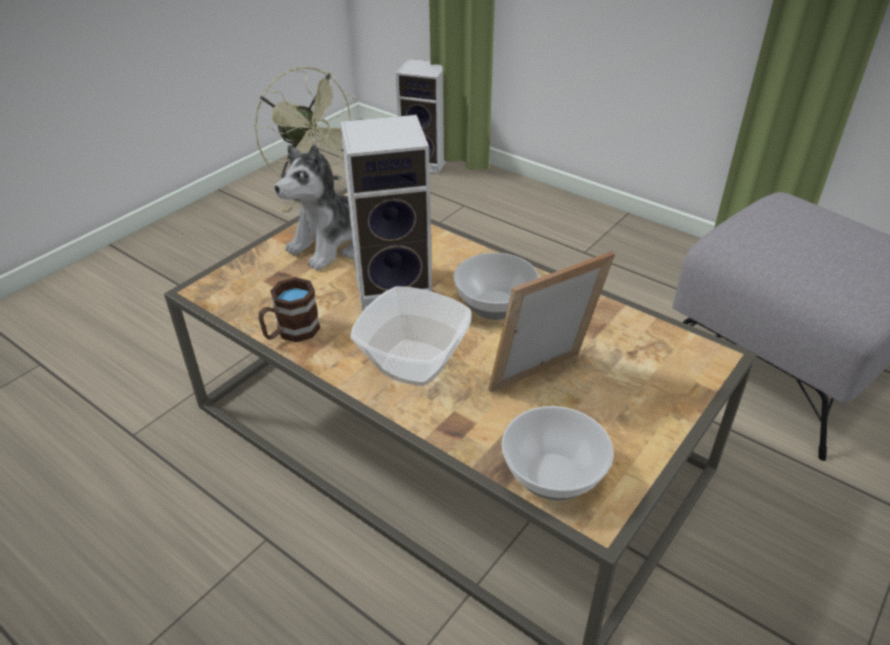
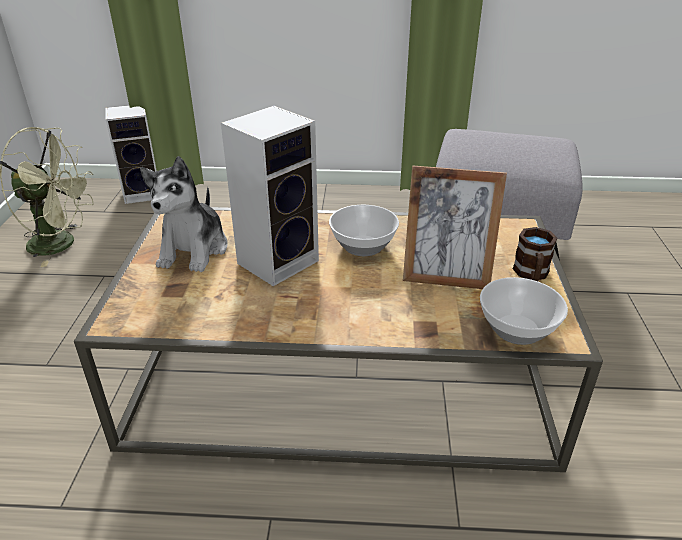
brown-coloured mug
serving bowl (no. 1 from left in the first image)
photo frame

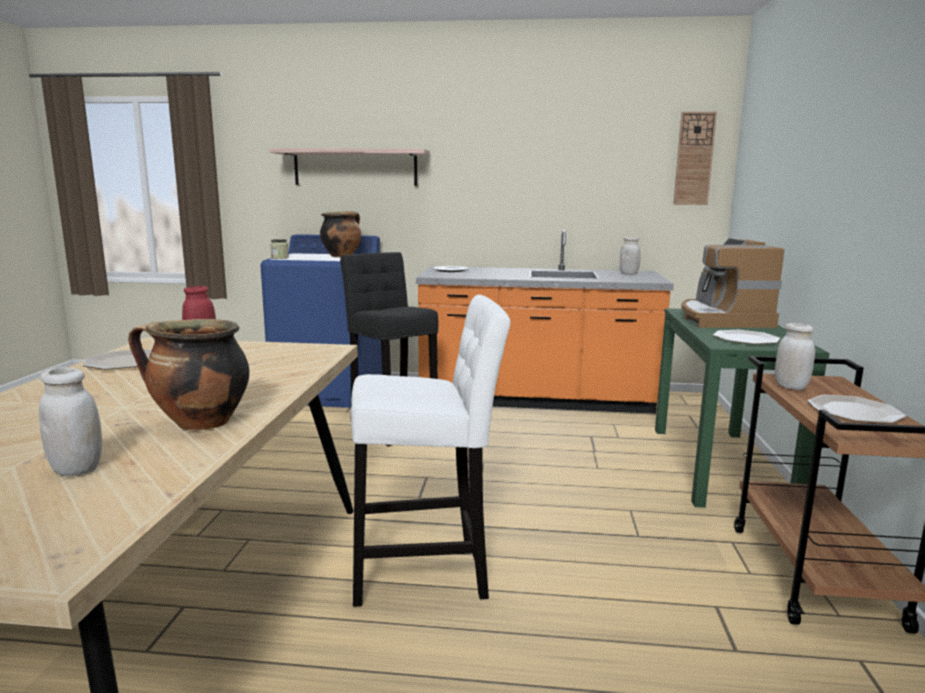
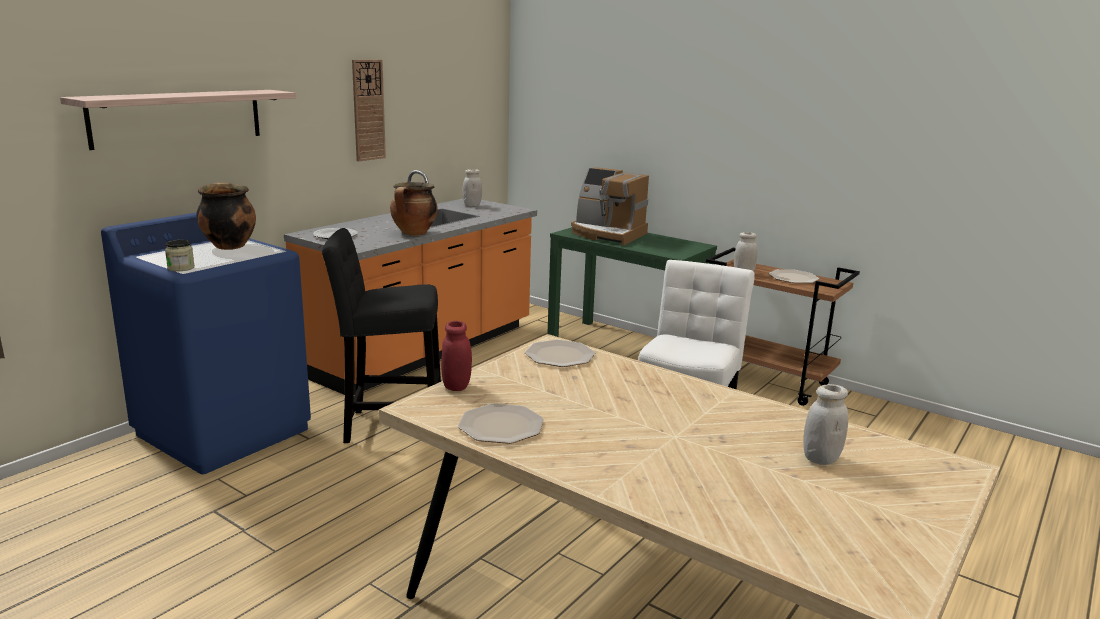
stockpot (no. 2 from left)
hanging clock
plate (no. 3 from left)

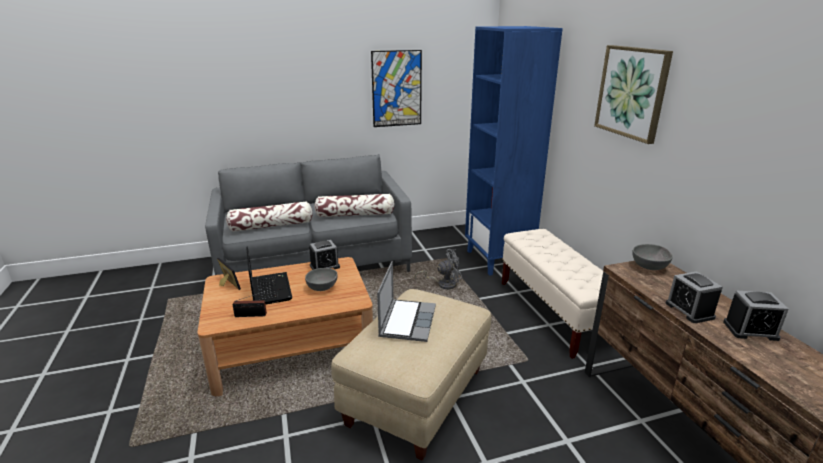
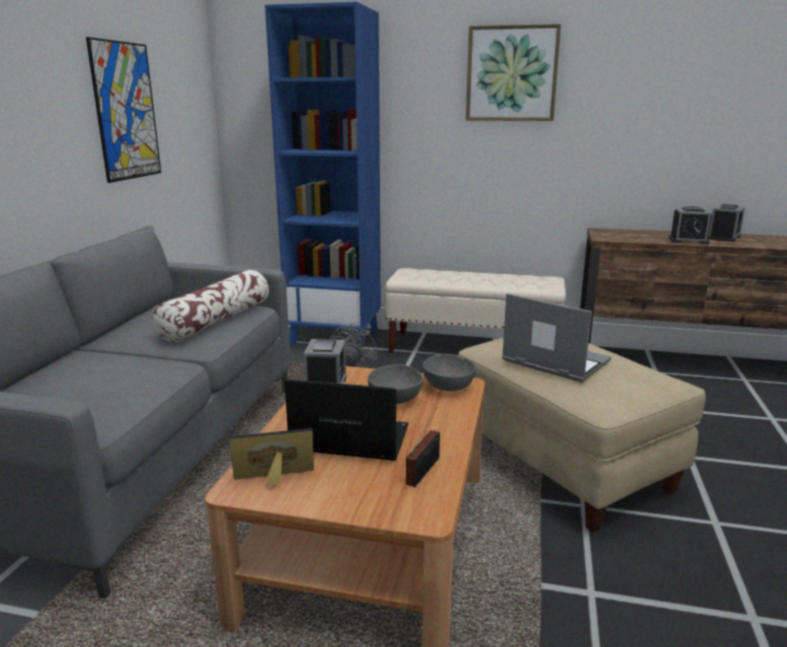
cushion (no. 1 from left in the first image)
greyish serving bowl (no. 2 from left)

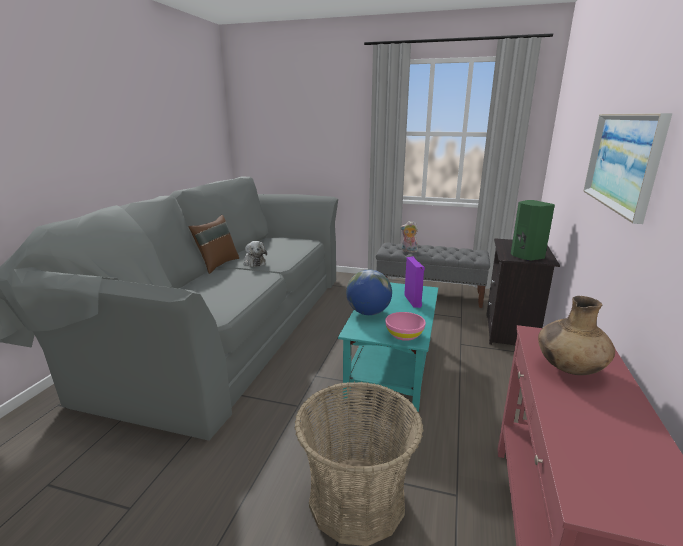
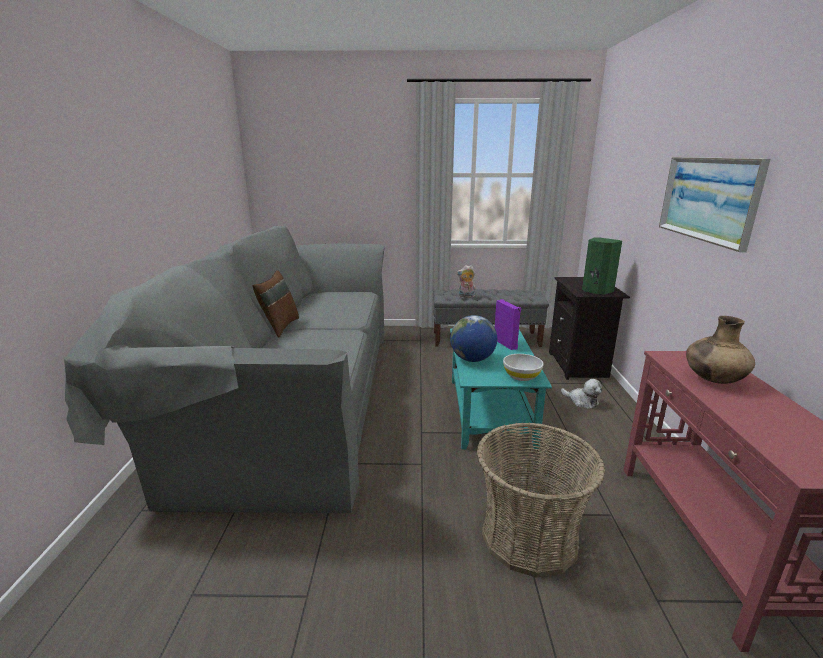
soft toy (no. 2 from left)
white-coloured serving bowl

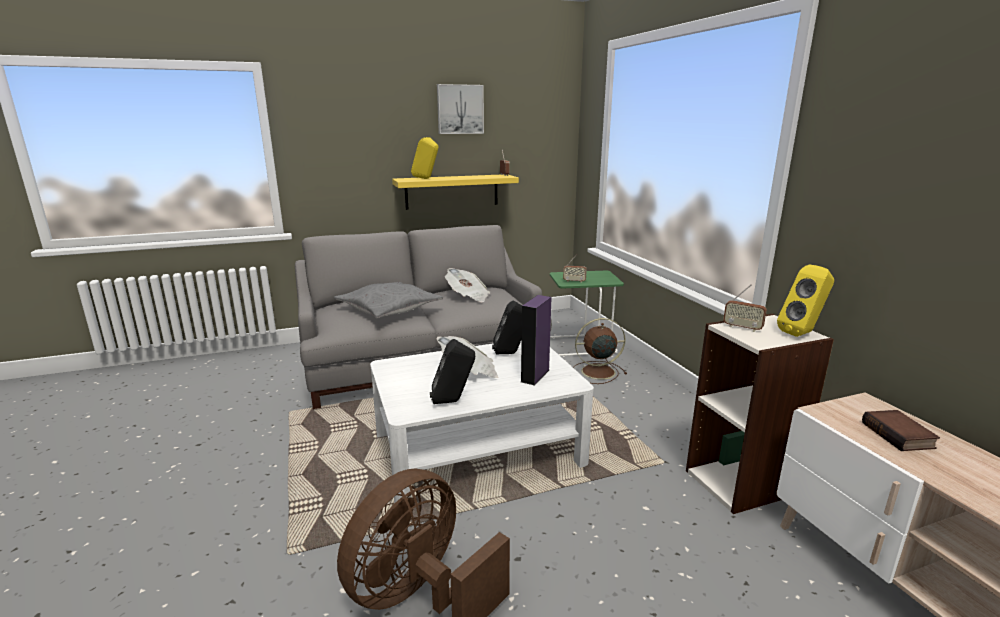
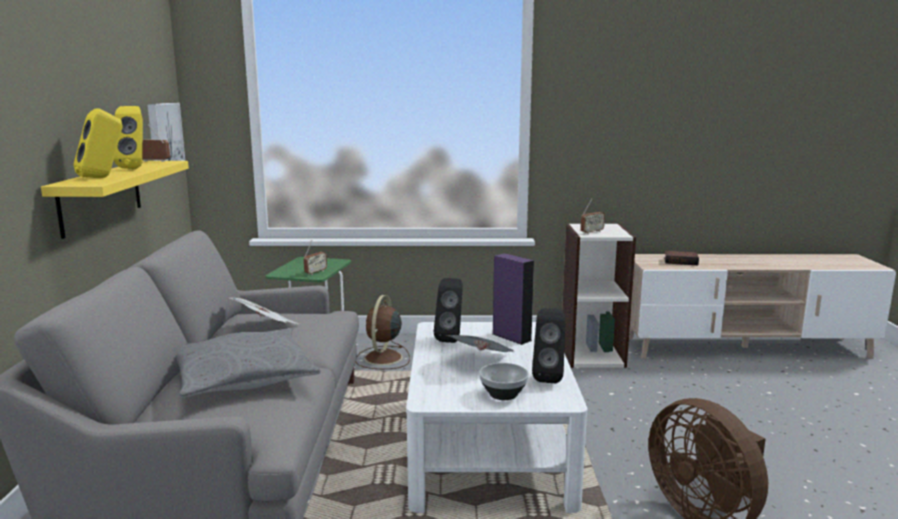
picture
yellow-coloured audio speaker (no. 2 from left)
serving bowl

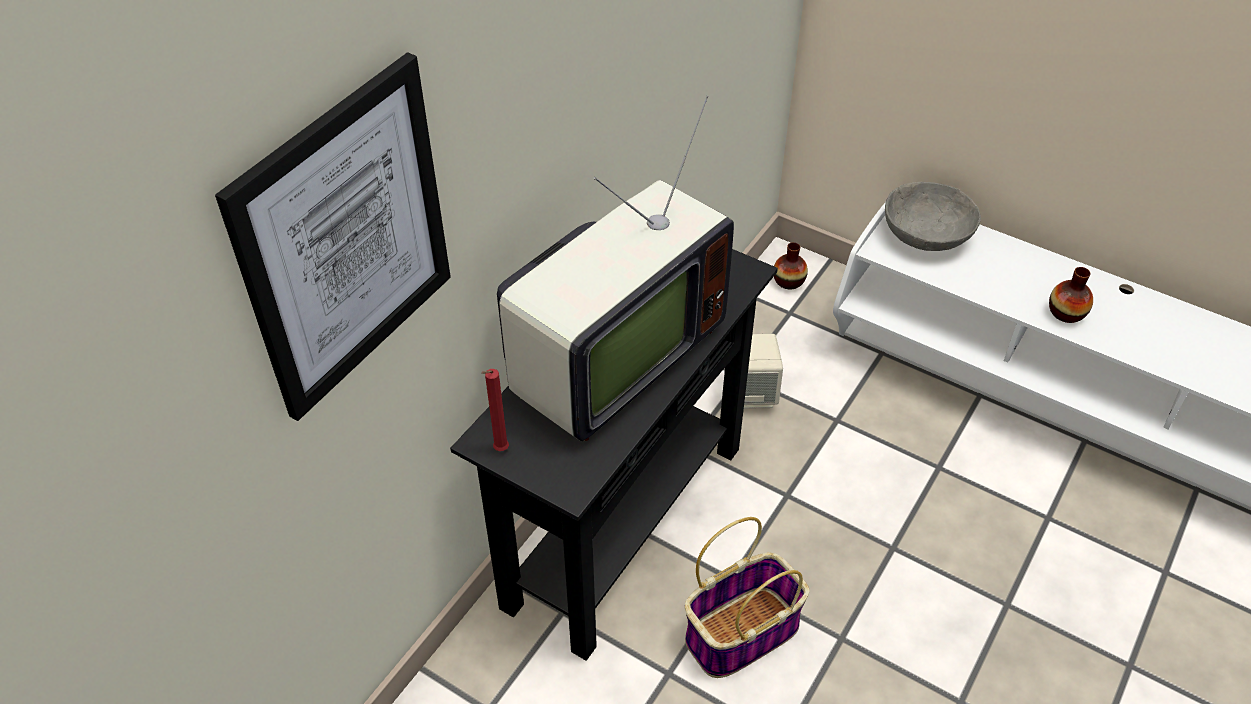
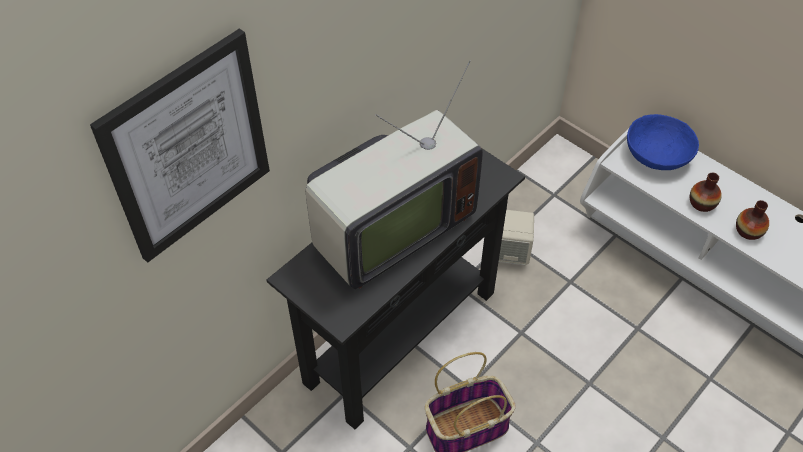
red wax light
vase (no. 1 from left)
bluish serving bowl

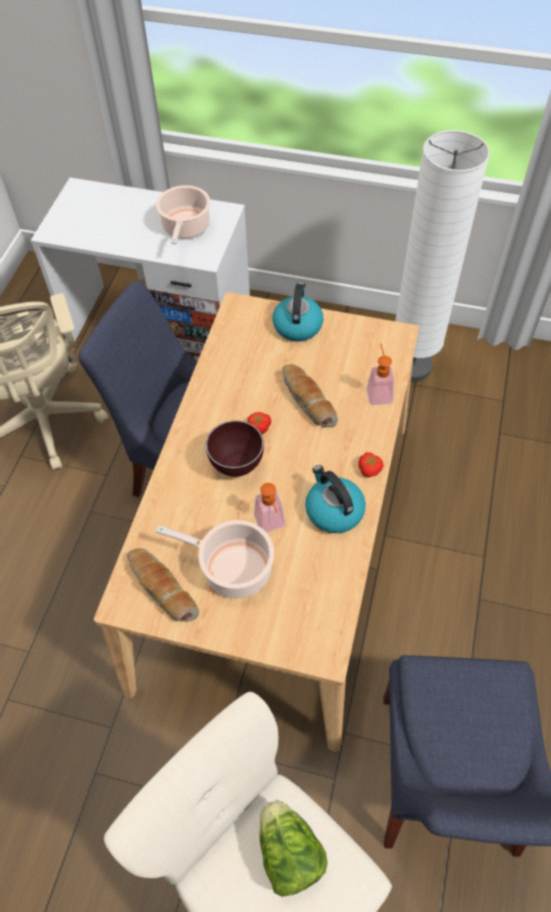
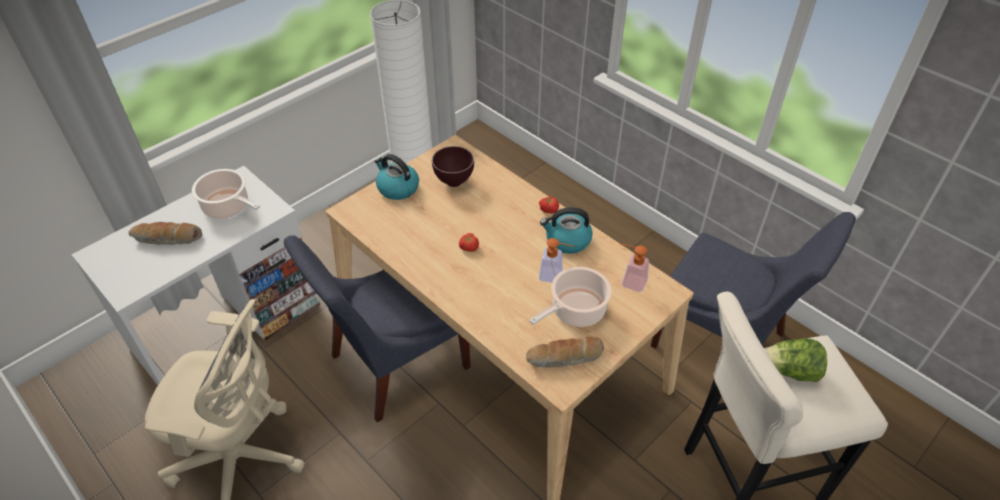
brown-coloured serving bowl
baked bread (no. 1 from left)
soap bottle (no. 2 from left)

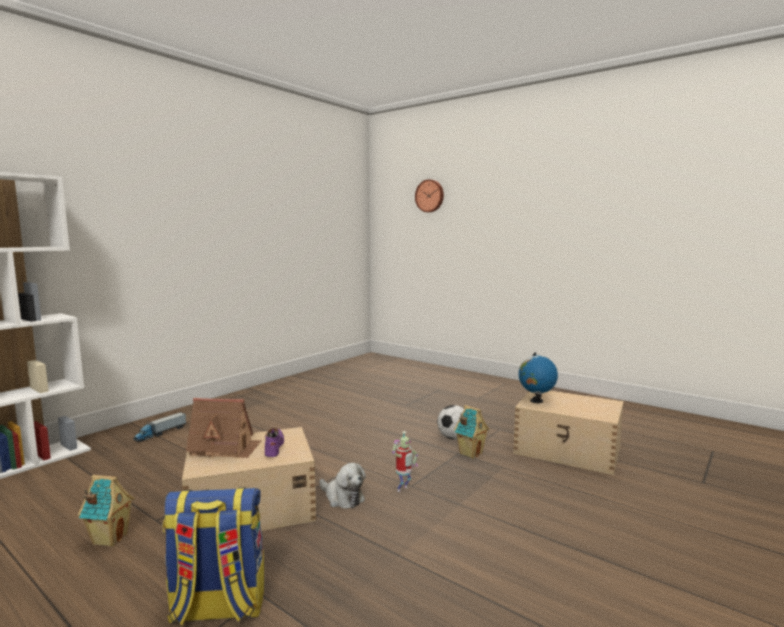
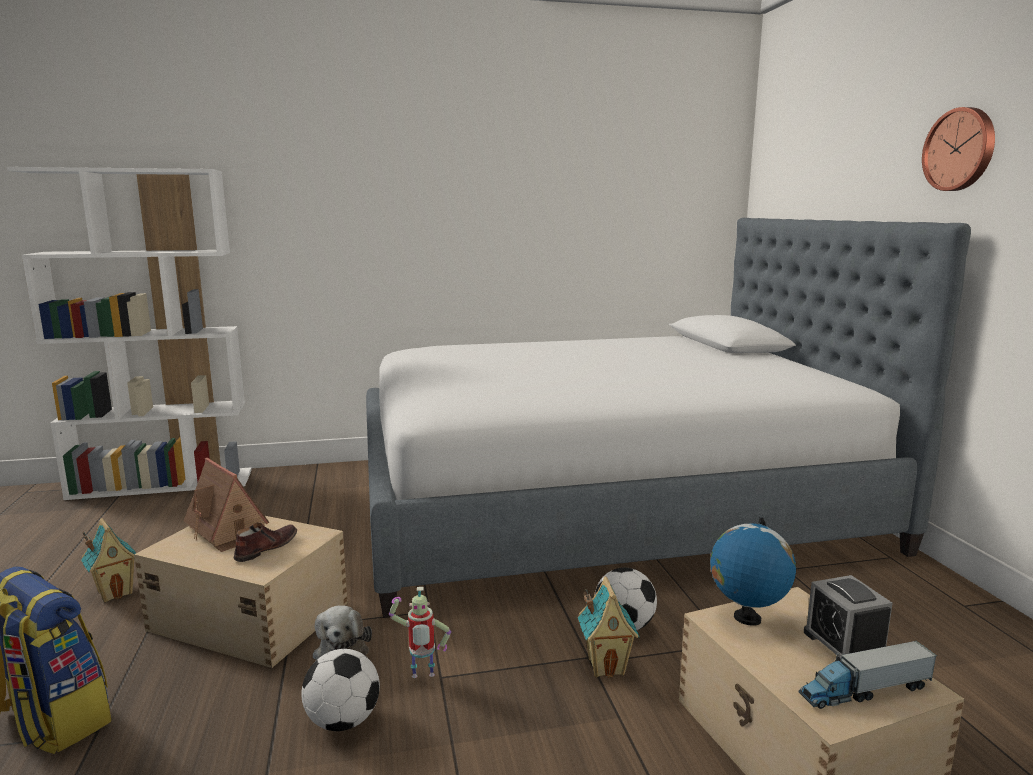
toy truck
brown-coloured item of footwear
hanging clock
football (no. 1 from left)
bedroom bed
bedside clock

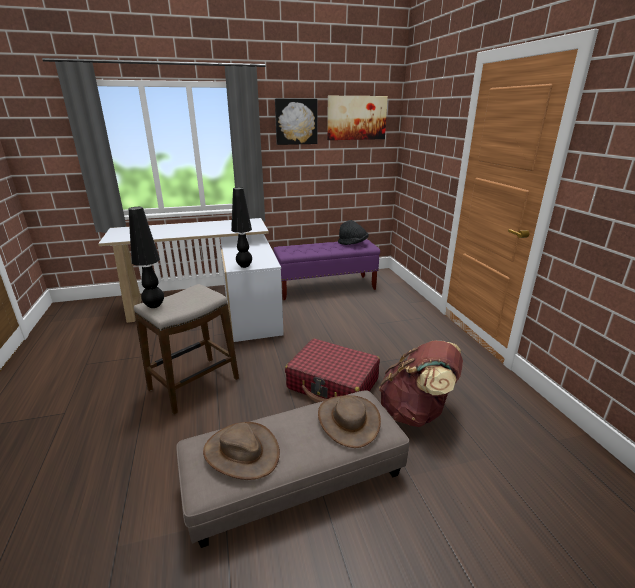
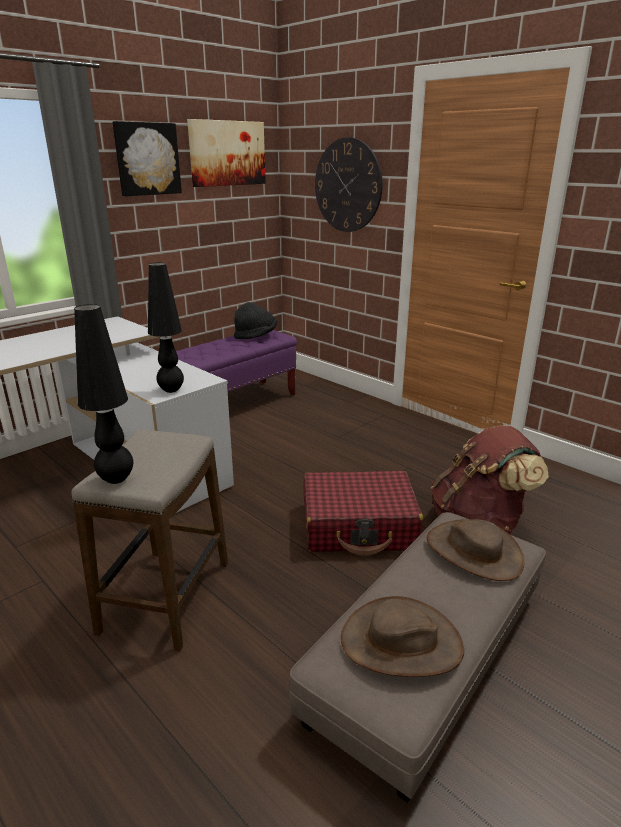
hanging clock

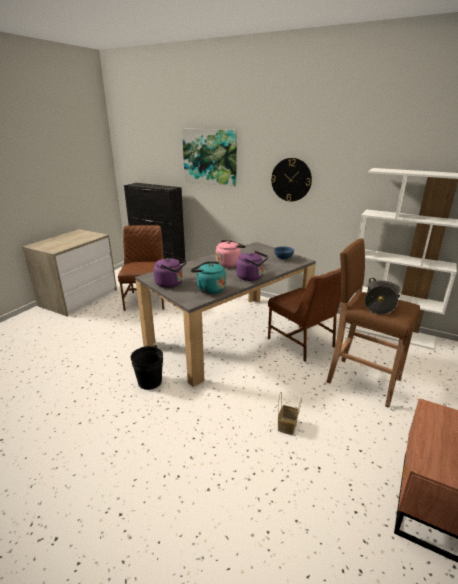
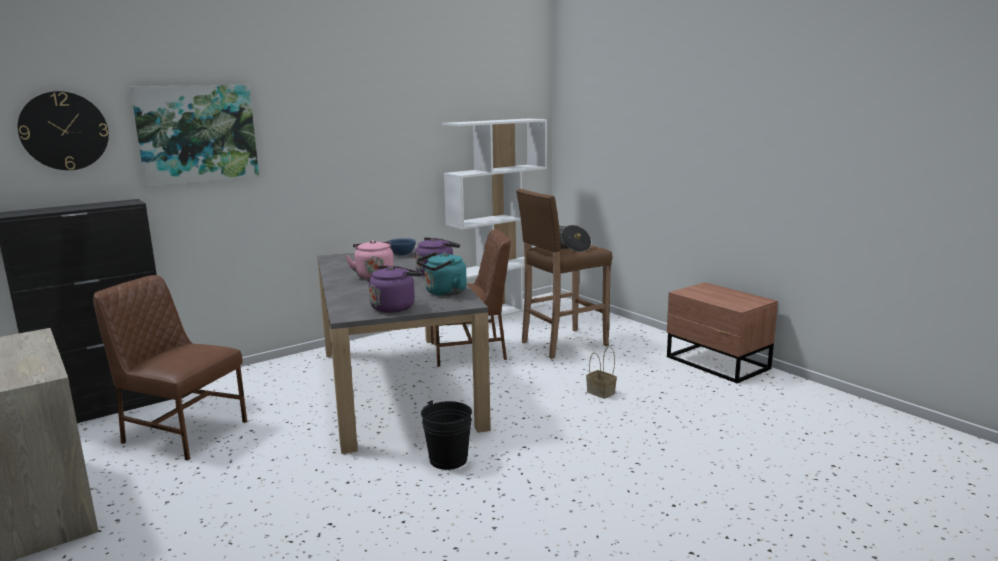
hanging clock

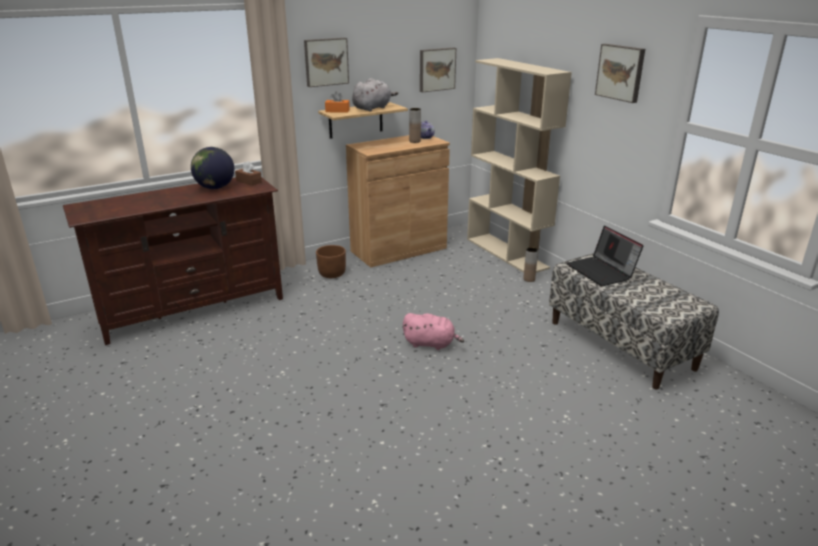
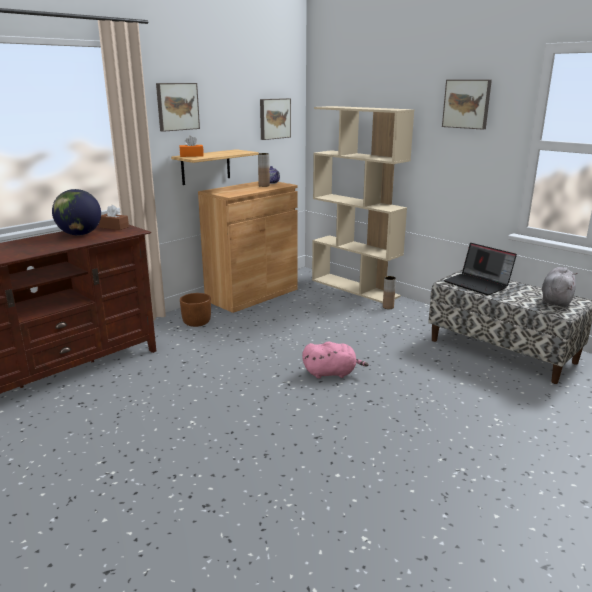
greyish soft toy

